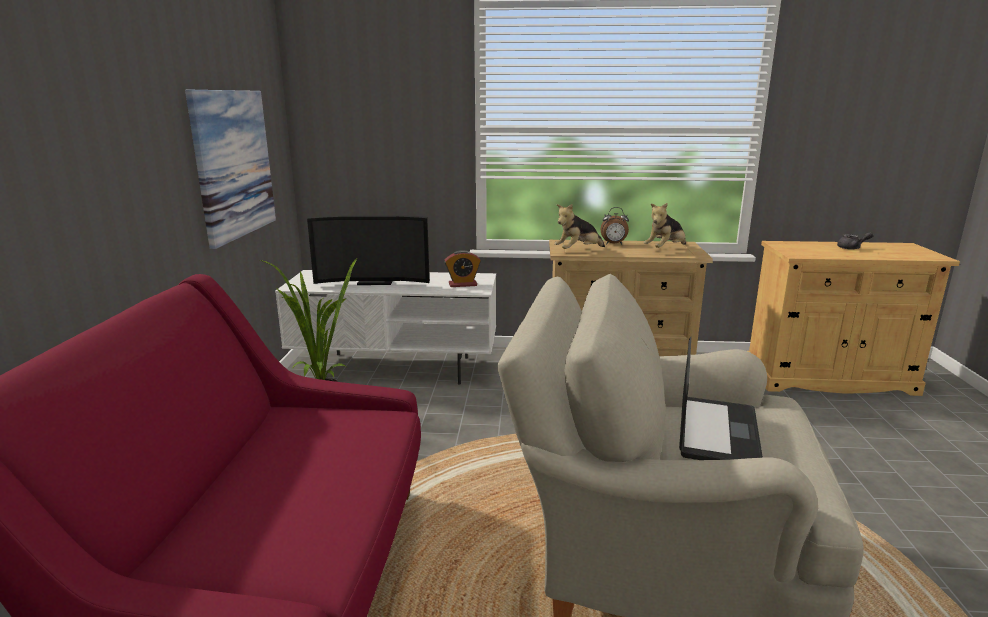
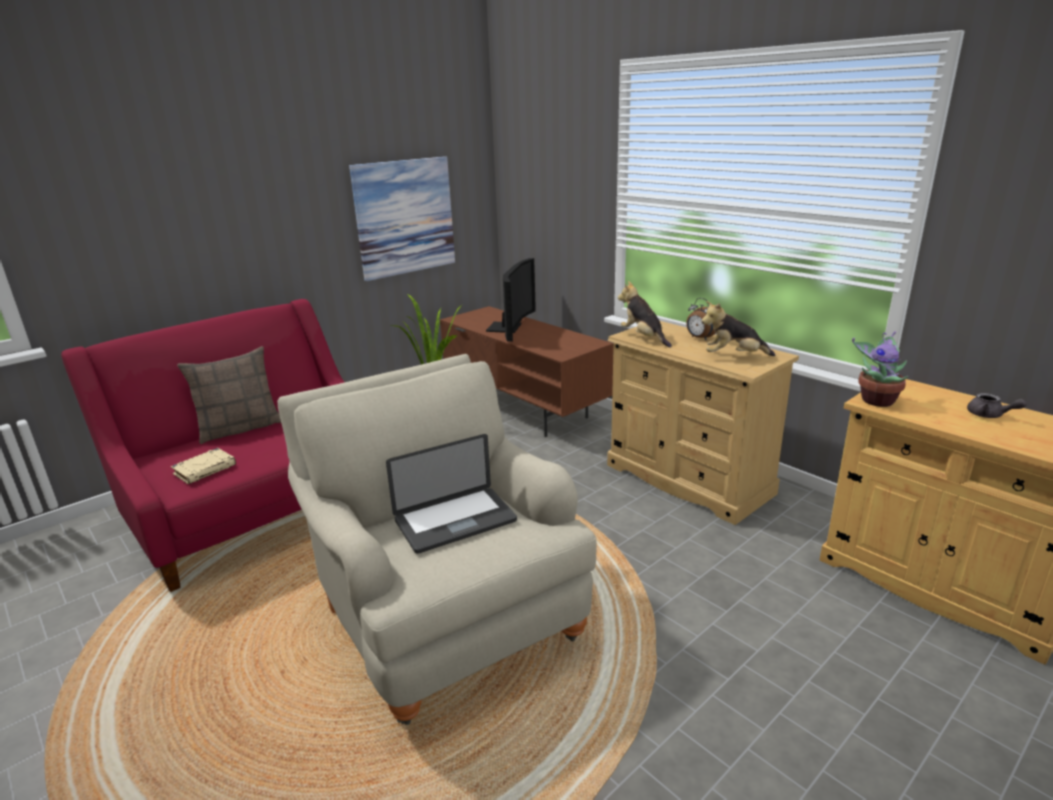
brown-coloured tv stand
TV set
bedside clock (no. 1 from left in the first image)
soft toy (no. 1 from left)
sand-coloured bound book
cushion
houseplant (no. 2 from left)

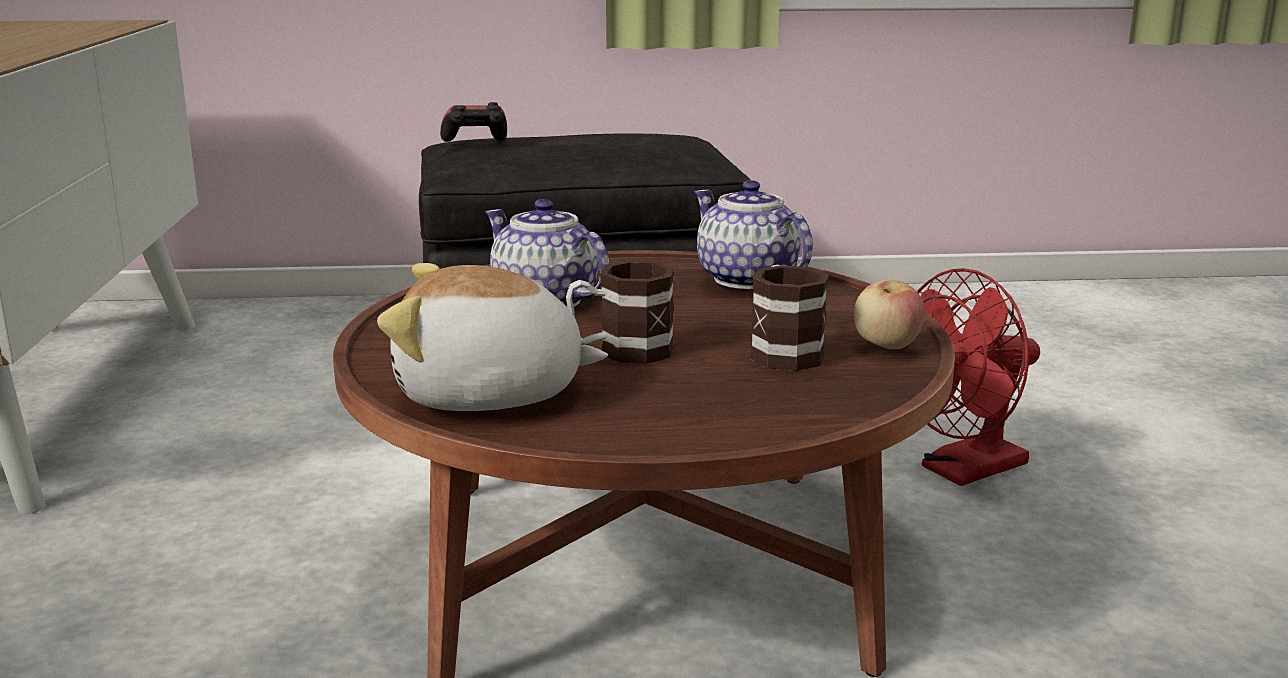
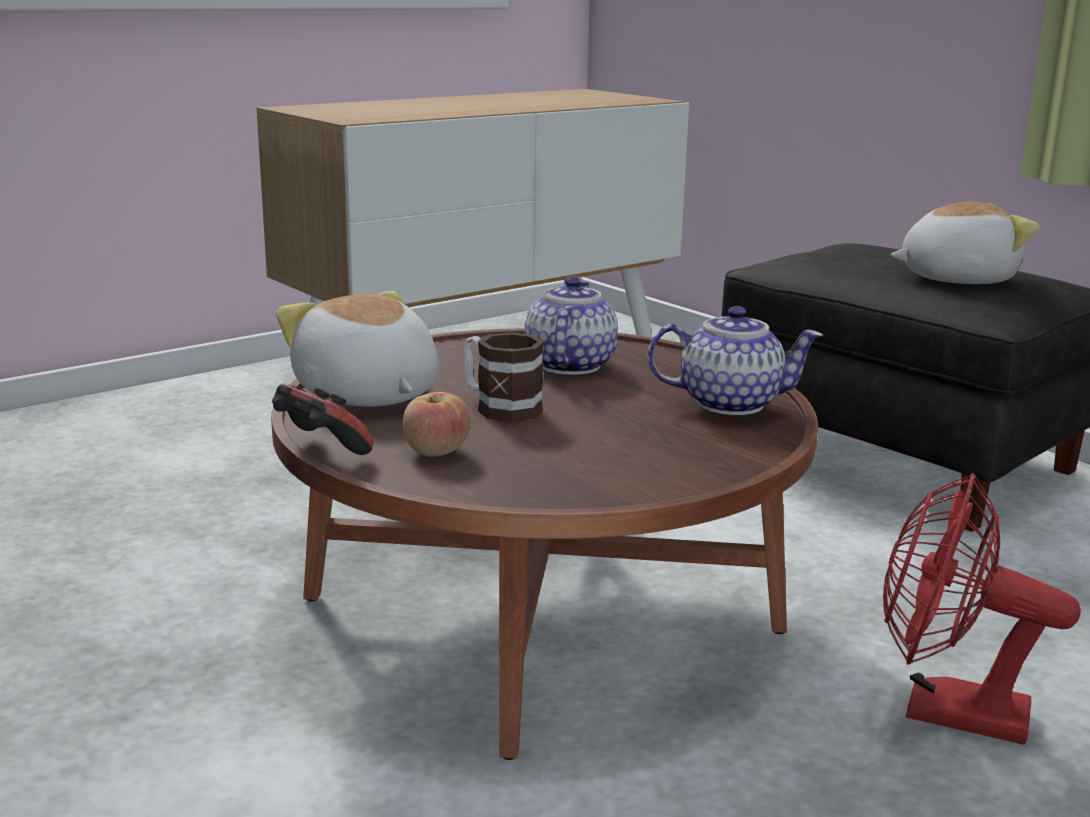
gamepad
pot for tea (no. 2 from left)
mug (no. 2 from left in the first image)
apple
soft toy (no. 2 from left)

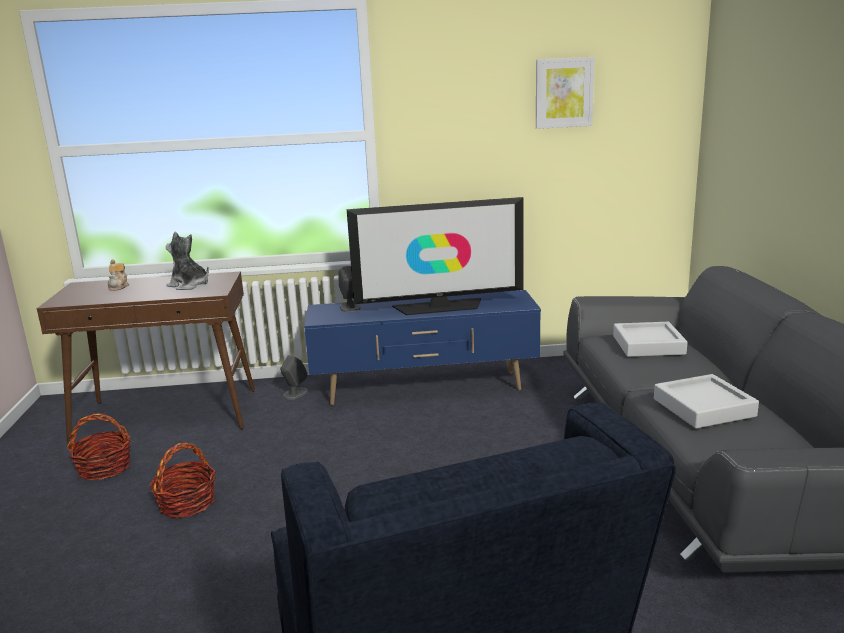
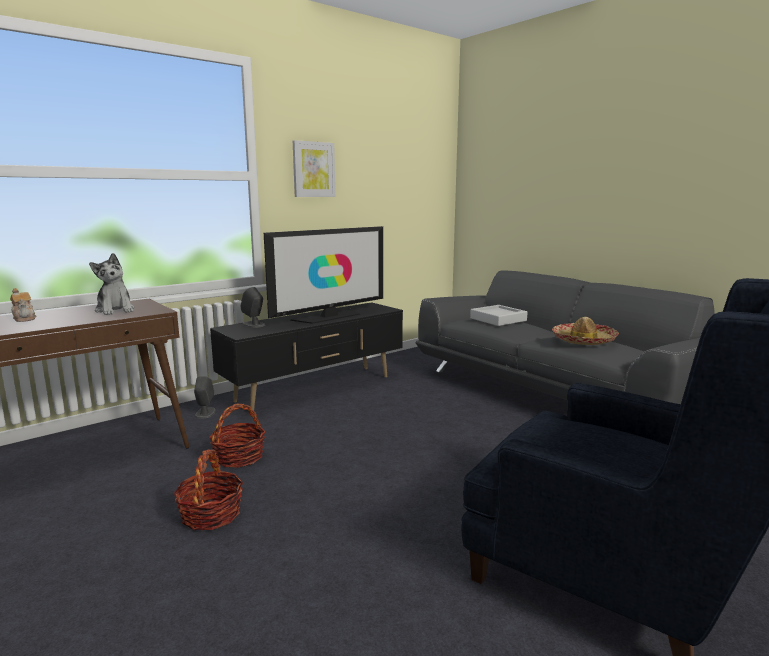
household basket (no. 2 from left)
soft toy
black tv stand
picture
wearable hat

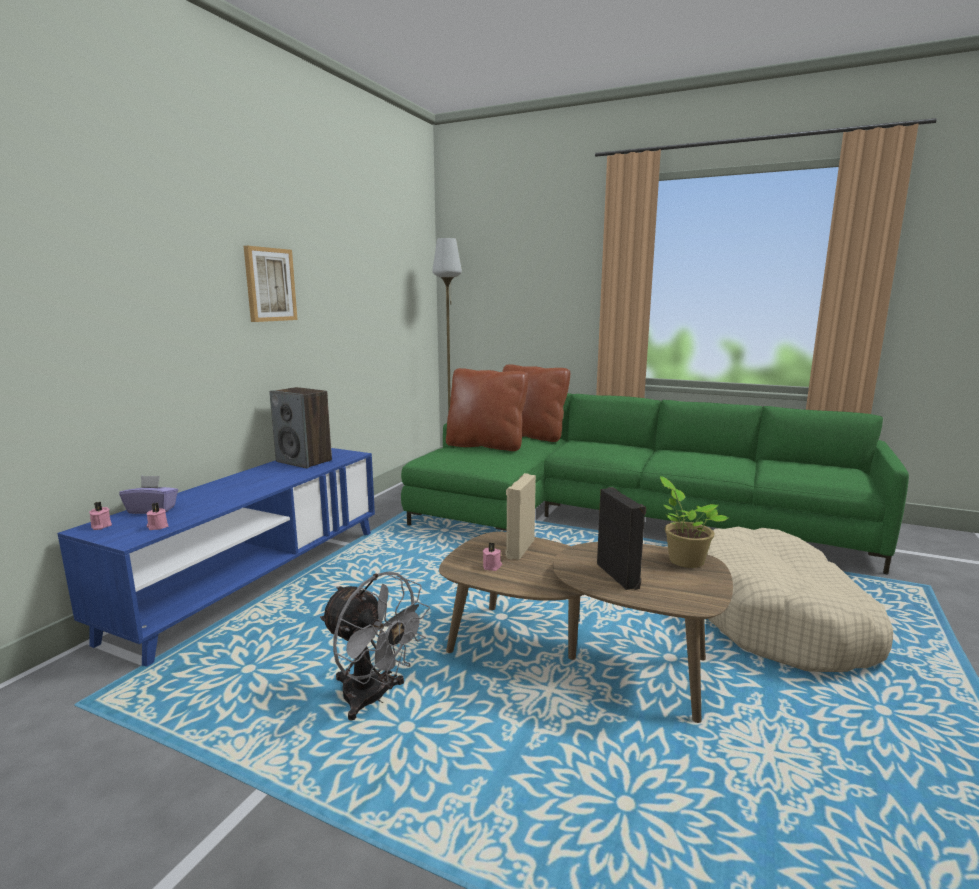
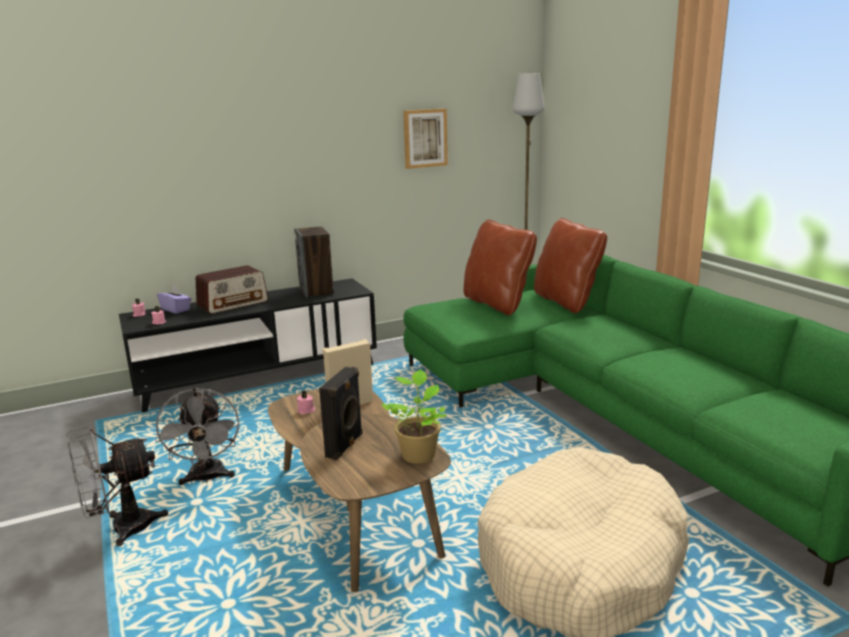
black tv stand
picture
greyish electric fan (no. 1 from left)
radio

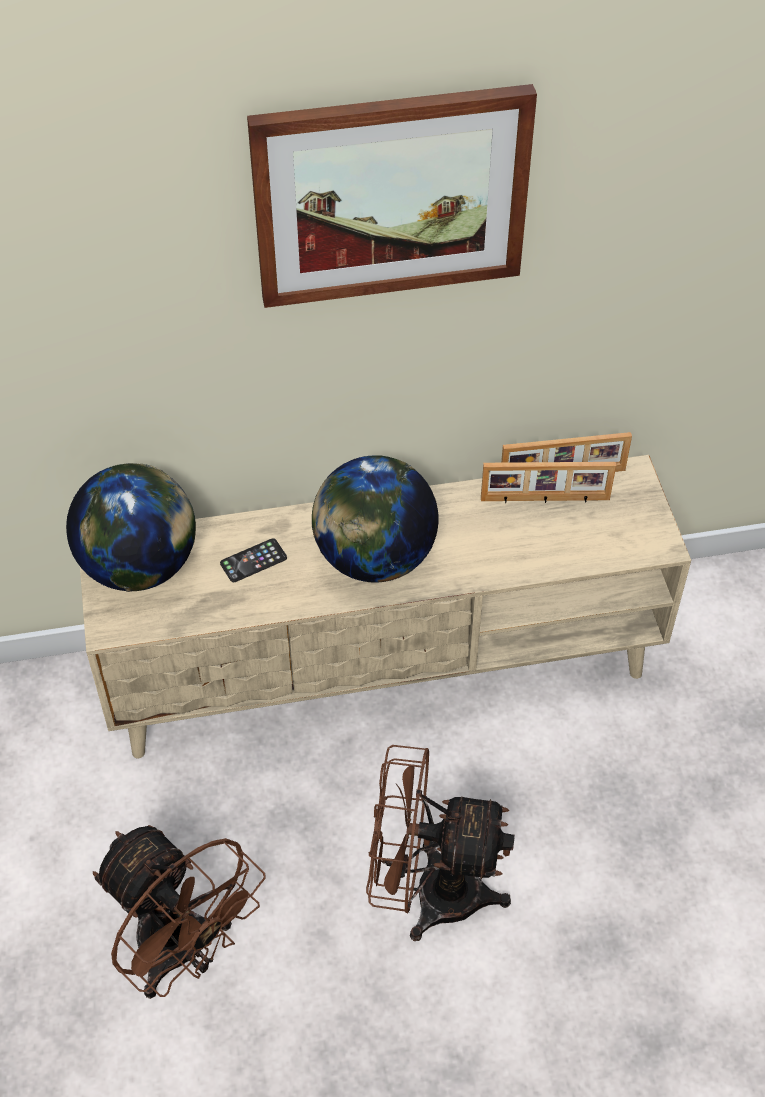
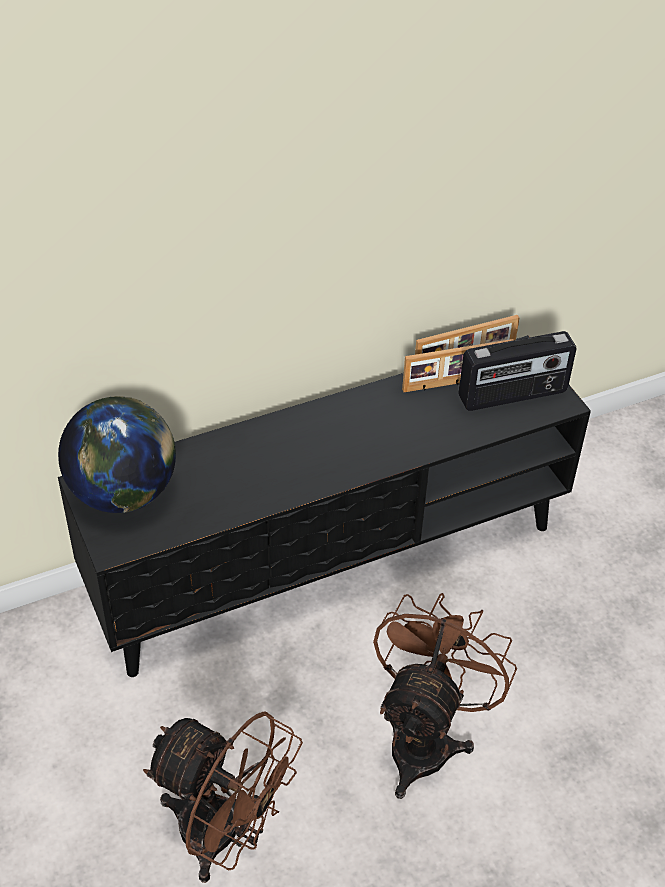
black tv stand
telephone
picture
globe (no. 2 from left in the first image)
brown-coloured electric fan (no. 2 from left)
radio

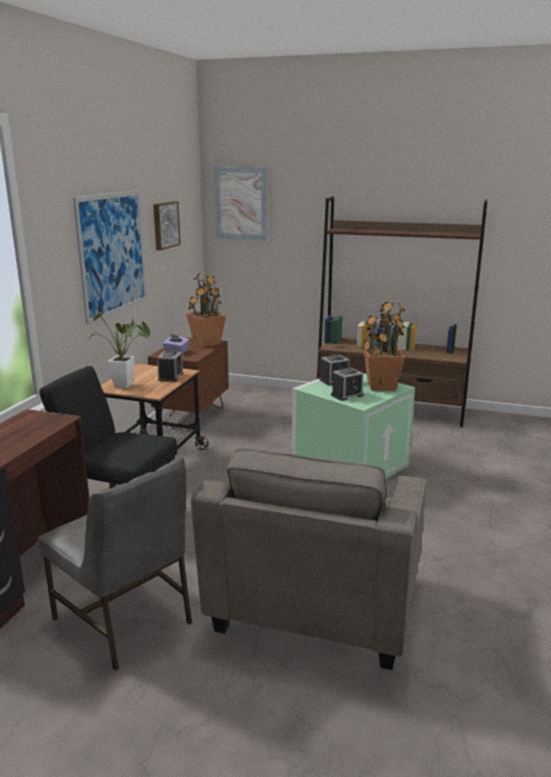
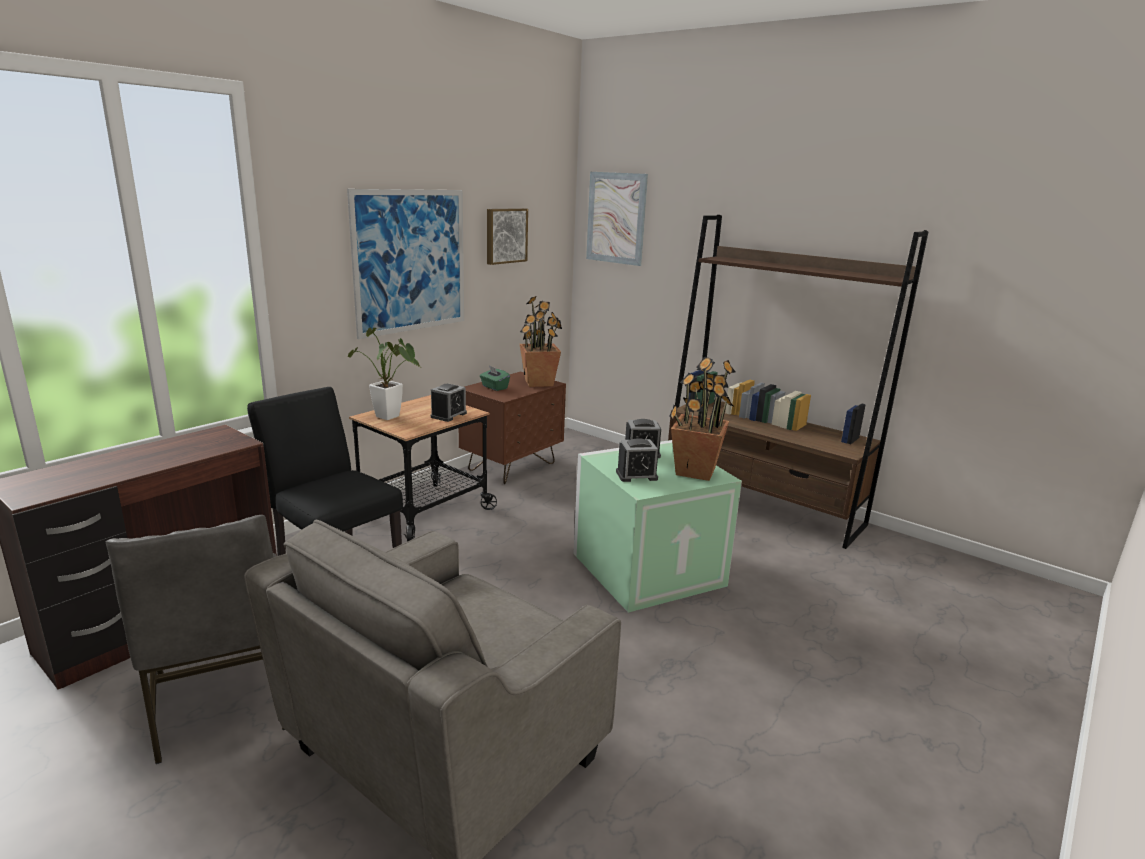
greenish tissue holder

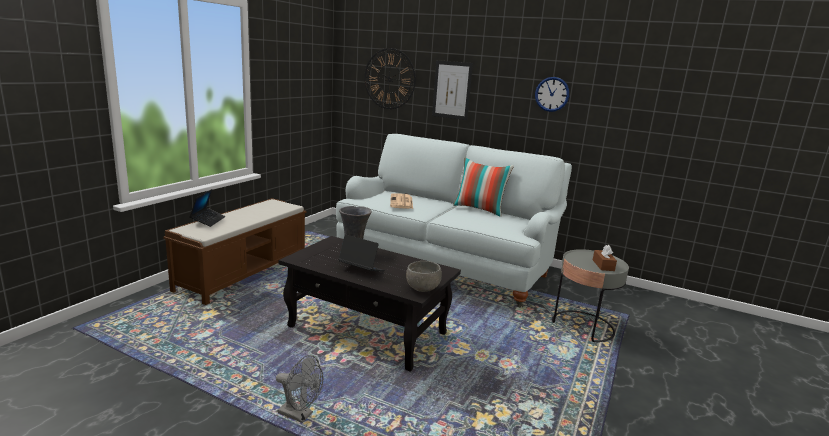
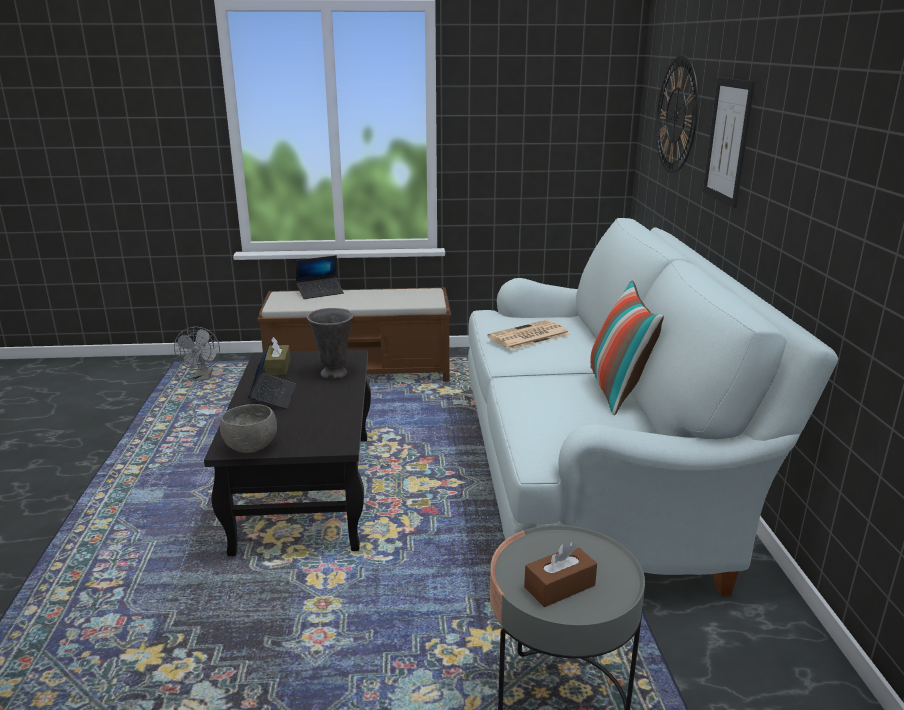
greyish electric fan
hanging clock (no. 2 from left in the first image)
brown-coloured tissue holder (no. 1 from left)

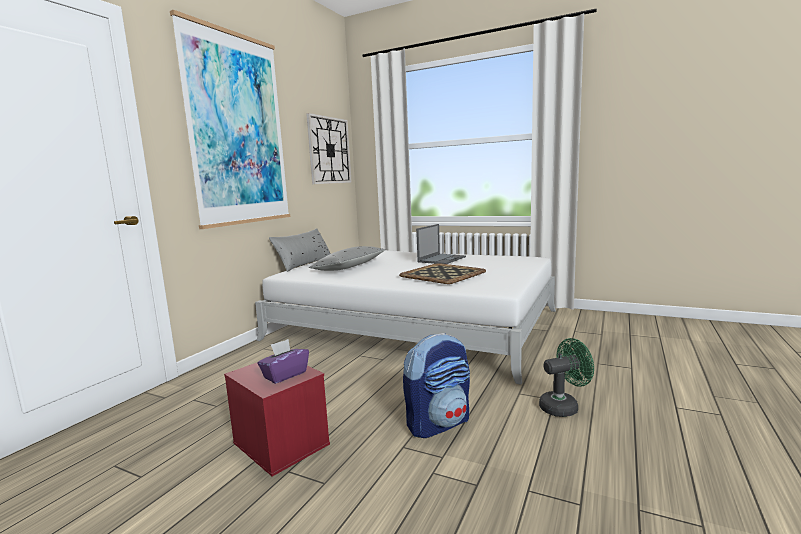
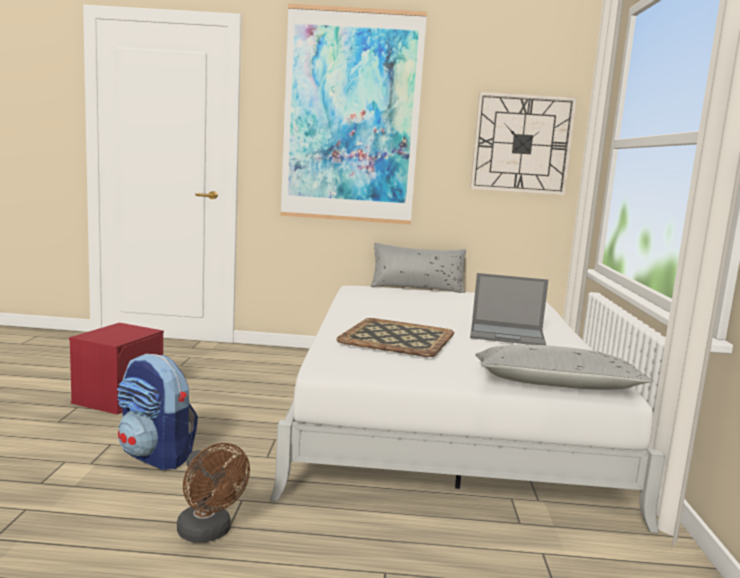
purplish tissue holder
greyish cushion (no. 2 from left)
brown-coloured electric fan

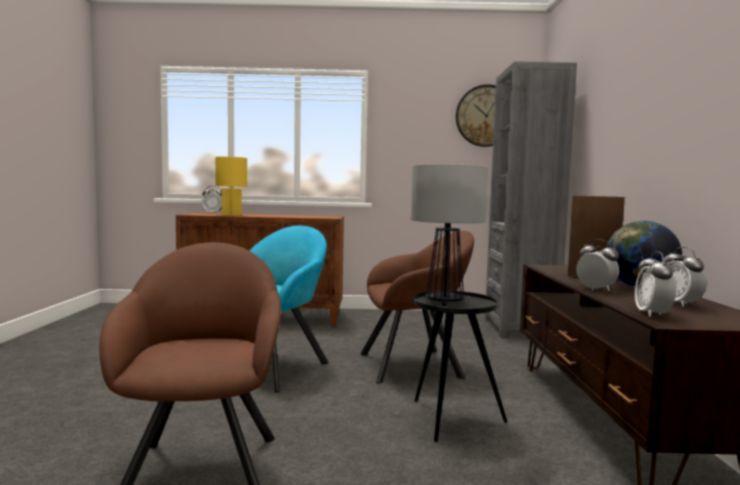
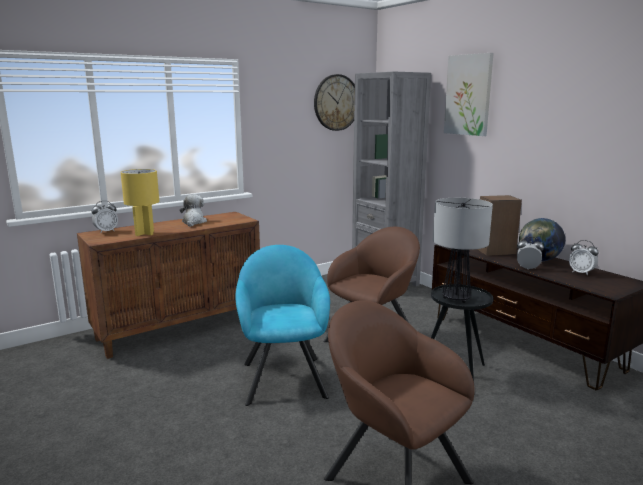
bedside clock (no. 3 from left in the first image)
soft toy
picture

